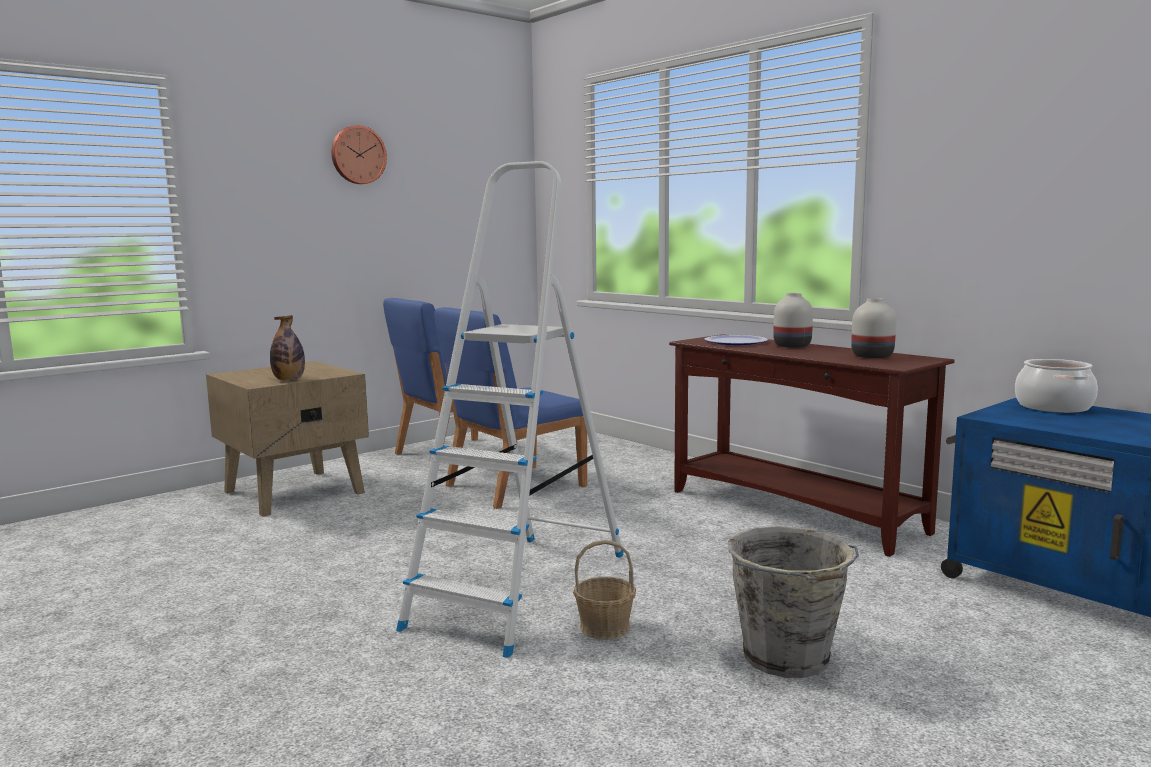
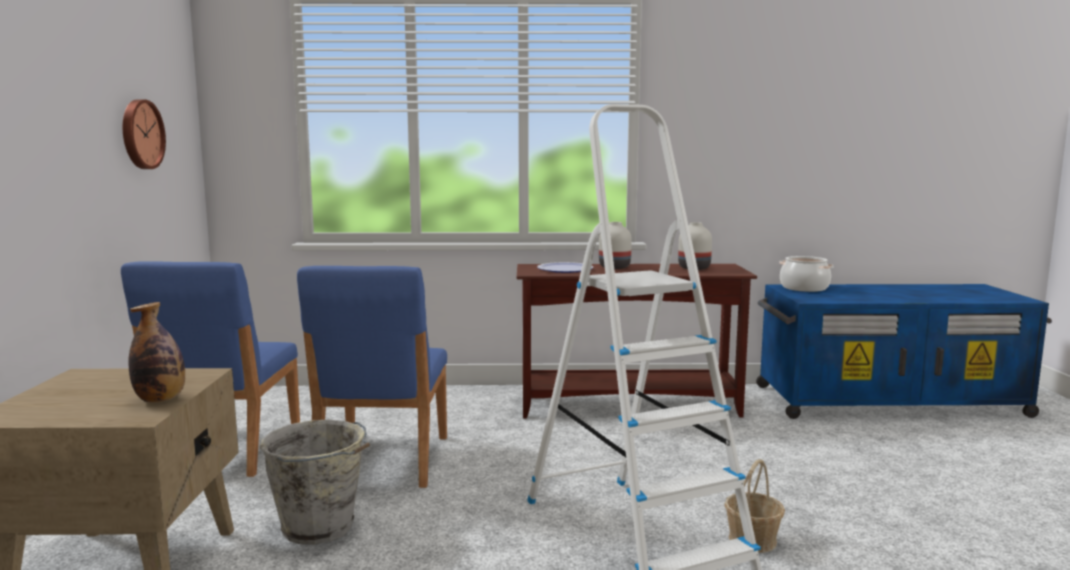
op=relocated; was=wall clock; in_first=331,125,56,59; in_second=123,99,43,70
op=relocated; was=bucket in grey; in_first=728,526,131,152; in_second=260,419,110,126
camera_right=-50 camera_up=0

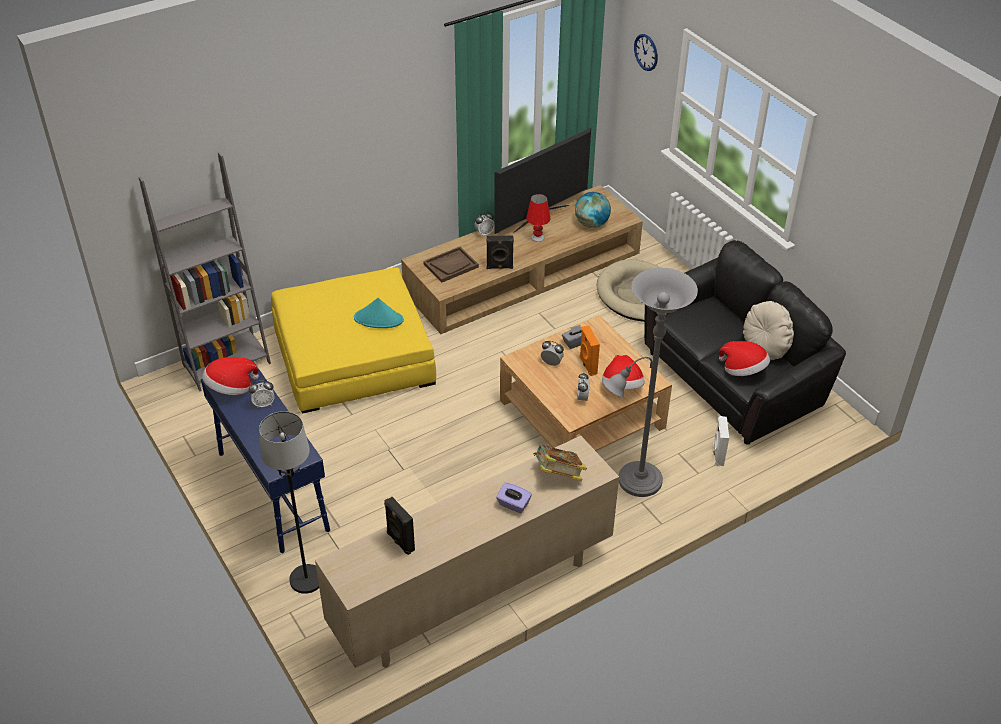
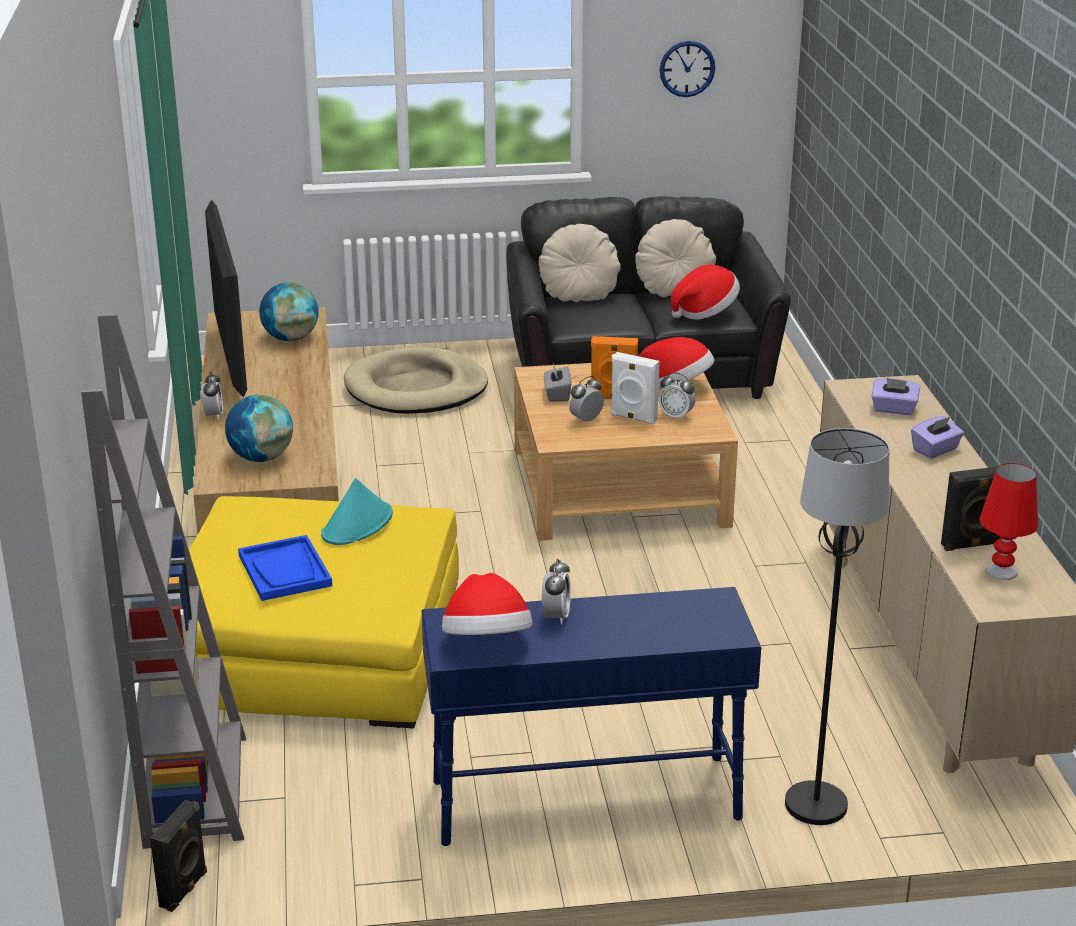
op=relocated; was=speaker in black; in_first=486,236,28,33; in_second=150,800,57,112
op=exchanged; was=tray in brown; now=globe; in_first=423,247,56,36; in_second=225,395,68,67
op=appeared; now=tray in blue; in_second=238,535,94,66
op=appeared; now=pillow in beige; in_second=539,224,82,78
op=relocated; was=speaker in white; in_first=713,416,16,50; in_second=610,352,50,73
op=relocated; was=wall clock; in_first=634,34,24,37; in_second=660,41,55,56
op=exchanged; was=book; now=tissue box in purple; in_first=533,445,54,36; in_second=872,378,48,37
op=relocated; was=table lamp in red; in_first=526,194,24,48; in_second=980,463,58,117
op=missing; was=floor lamp in grey; in_first=603,268,95,229
camera_right=-65 camera_up=-15

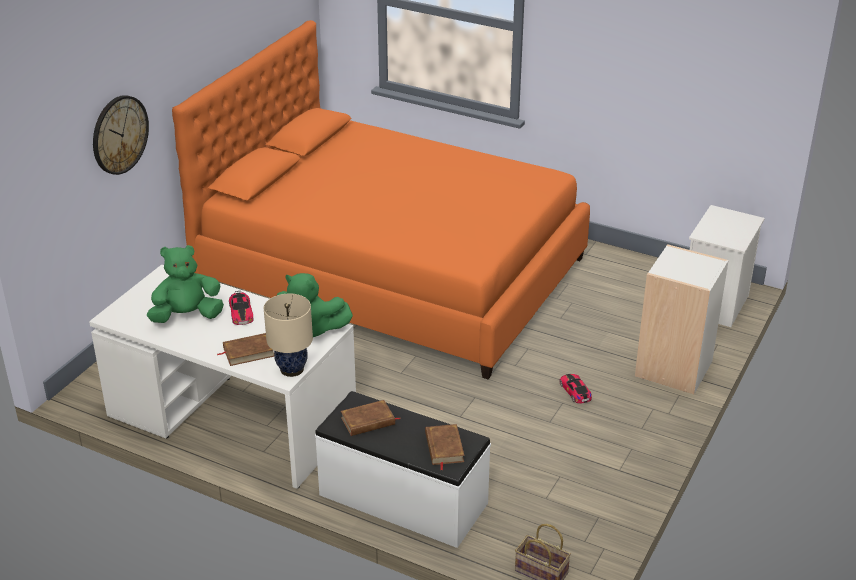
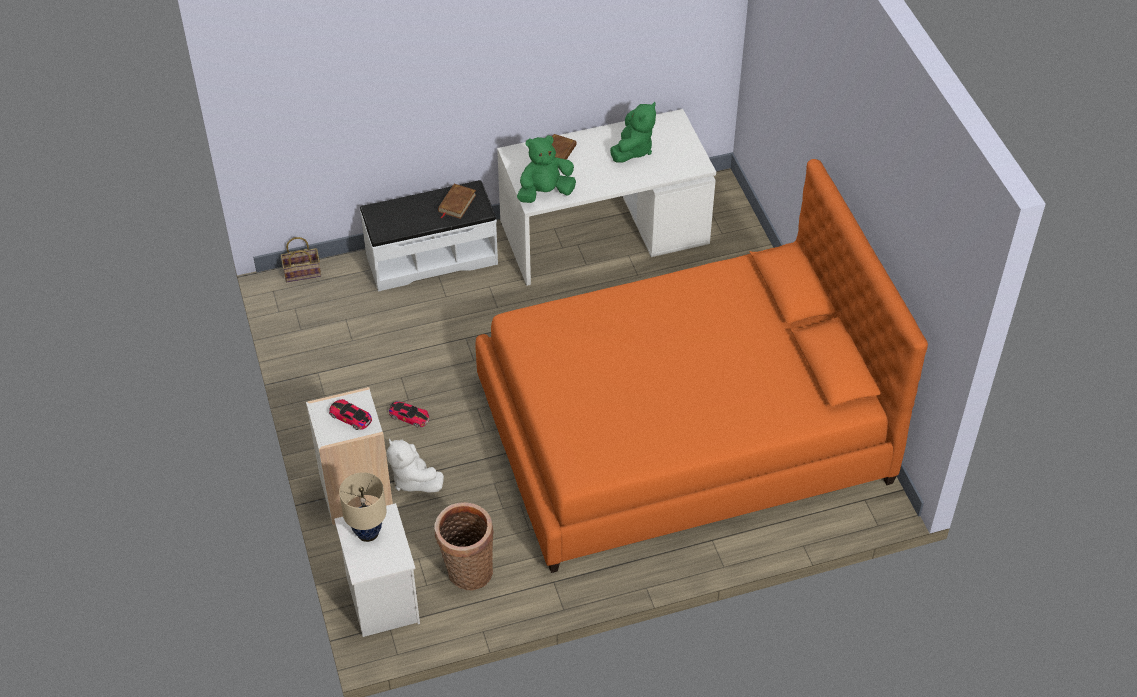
op=relocated; was=toy car; in_first=229,291,25,34; in_second=329,399,43,31
op=relocated; was=table lamp in beige; in_first=264,294,49,83; in_second=339,472,48,70
op=appeared; now=plush toy in white; in_second=387,438,57,55
op=appeared; now=basket; in_second=434,502,60,89
op=missing; was=wall clock; in_first=93,95,56,80
op=missing; was=book in brown; in_first=425,424,40,47
camera_right=135 camera_up=15

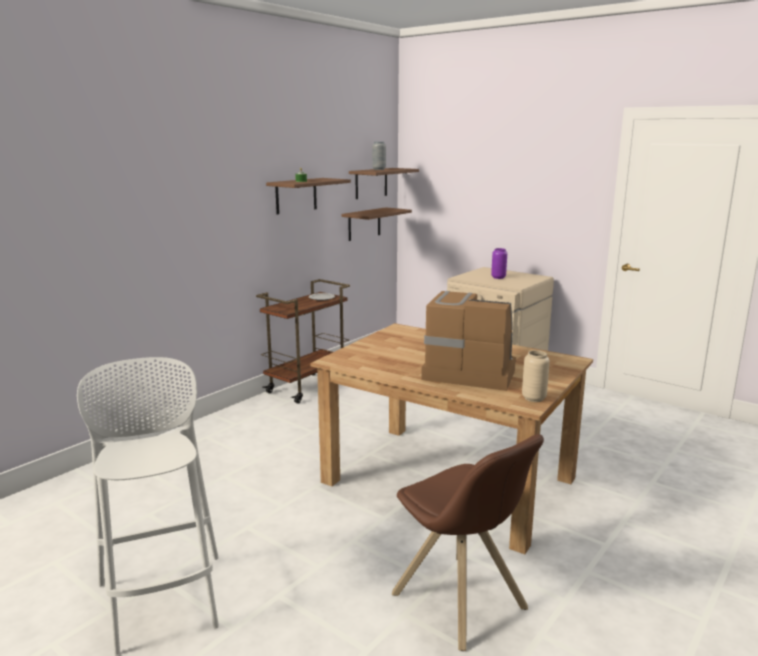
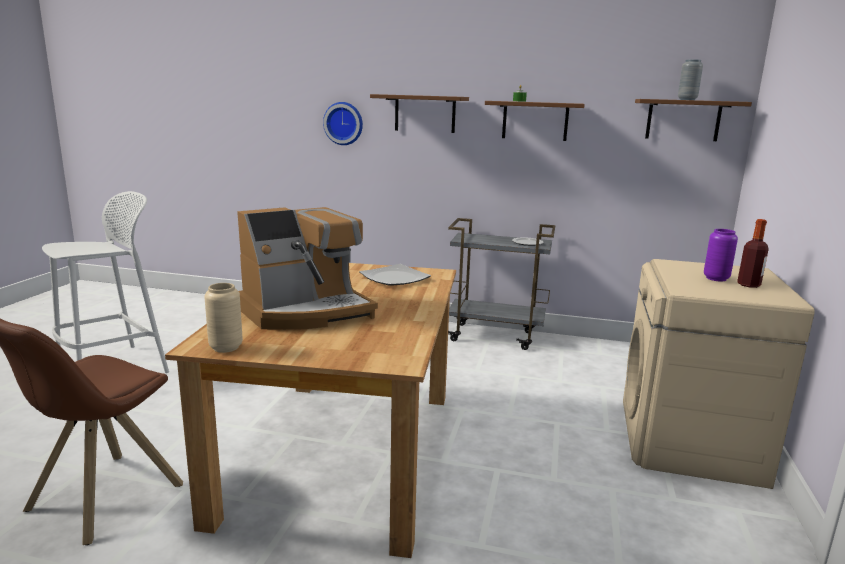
op=spun; was=coffee machine; in_first=421,291,95,100; in_second=237,207,141,123; clockwise=60
op=appeared; now=wall clock; in_second=323,102,40,43
op=appeared; now=plate; in_second=359,264,72,22
op=relocated; was=shelf in brown; in_first=342,207,70,34; in_second=370,94,99,39
op=colour; was=cart in brown; now=cart in grey; in_first=256,279,94,125; in_second=448,218,108,132
op=appeared; now=bottle; in_second=737,219,32,69
camera_right=65 camera_up=0

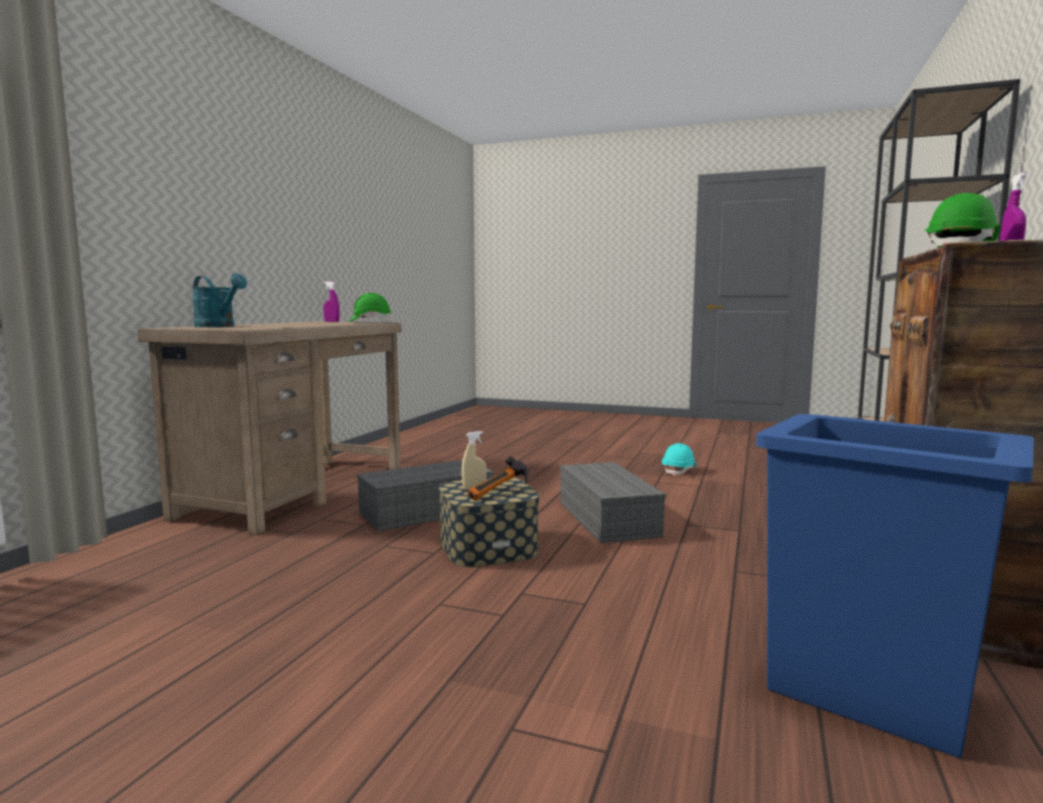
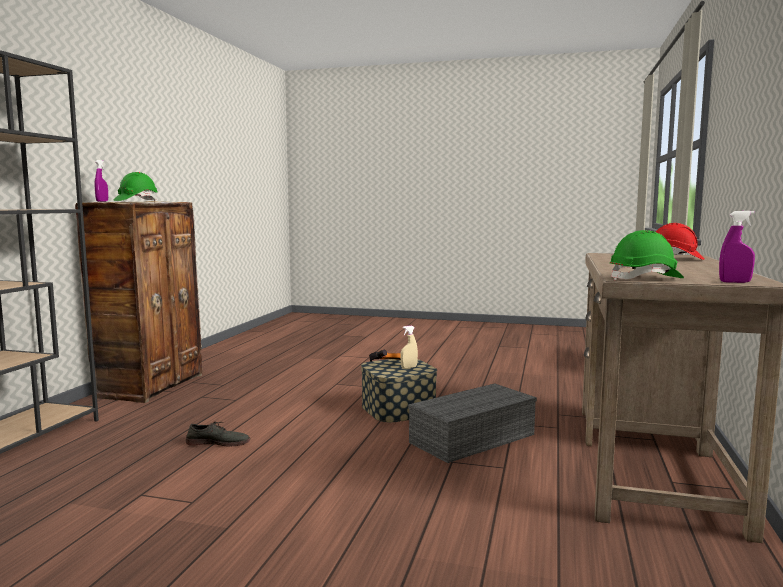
op=appeared; now=shoe in grey; in_second=185,421,65,25
op=exchanged; was=watering can in turquoise; now=hard hat in red; in_first=192,273,55,54; in_second=656,223,49,37
op=missing; was=storage box in grey; in_first=560,462,106,81
op=missing; was=hard hat in turquoise; in_first=662,443,34,33
op=missing; was=trash can in blue; in_first=756,414,278,344
camera_right=175 camera_up=0

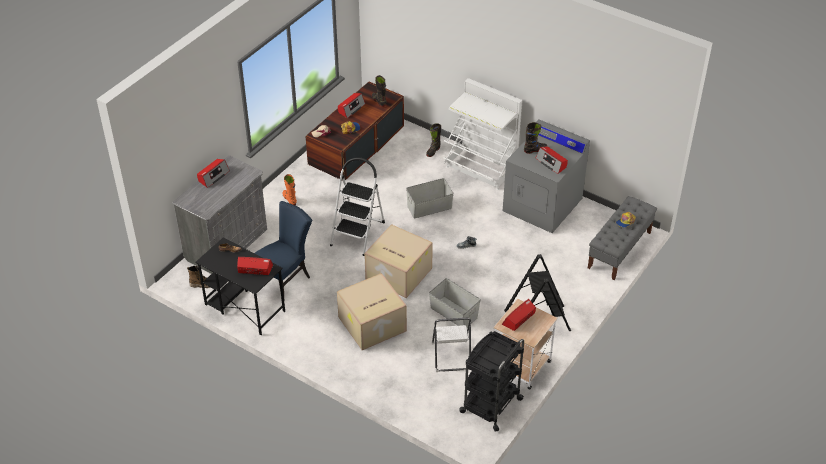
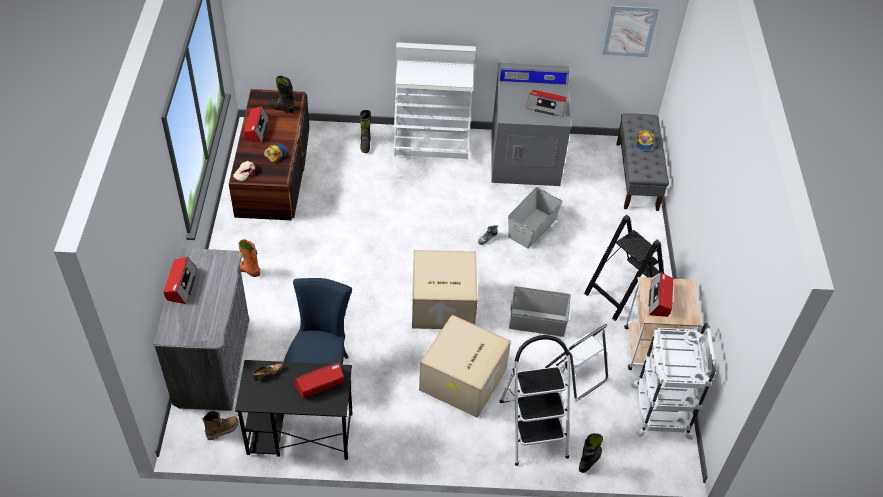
op=relocated; was=step ladder; in_first=330,157,55,99; in_second=500,335,71,131
op=relocated; was=storage box in grey; in_first=406,178,48,41; in_second=508,187,55,62
op=relocated; was=boot in black; in_first=524,122,23,32; in_second=579,433,24,40
op=appeared; now=picture; in_second=602,5,57,52
op=colour; was=cart in black; now=cart in white; in_first=460,331,64,101; in_second=631,323,85,117
camera_right=-35 camera_up=5

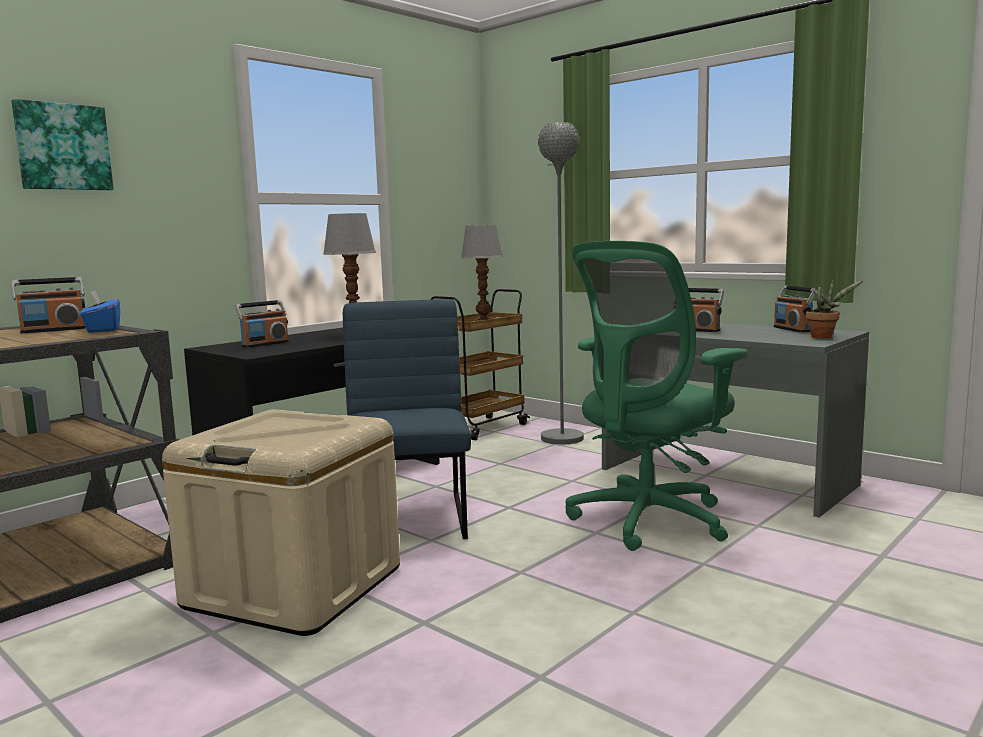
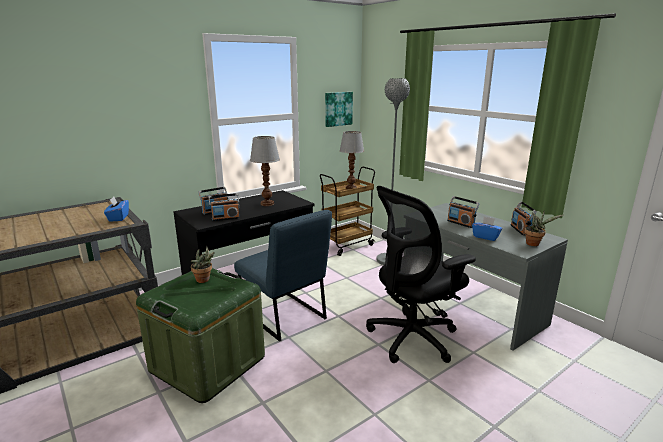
op=colour; was=storage box in beige; now=storage box in green; in_first=162,409,238,227; in_second=136,268,129,135
op=appeared; now=potted plant; in_second=191,246,24,37
op=relocated; was=radio; in_first=12,277,74,56; in_second=209,193,31,28
op=spun; was=chair in blue; in_first=343,299,128,240; in_second=234,210,98,131; clockwise=135
op=relocated; was=picture; in_first=12,99,102,91; in_second=325,92,28,35
op=colour; was=office chair in green; now=office chair in black; in_first=566,241,181,310; in_second=366,186,110,177
op=appeared; now=tissue box in blue; in_second=472,216,30,25
camera_right=10 camera_up=10

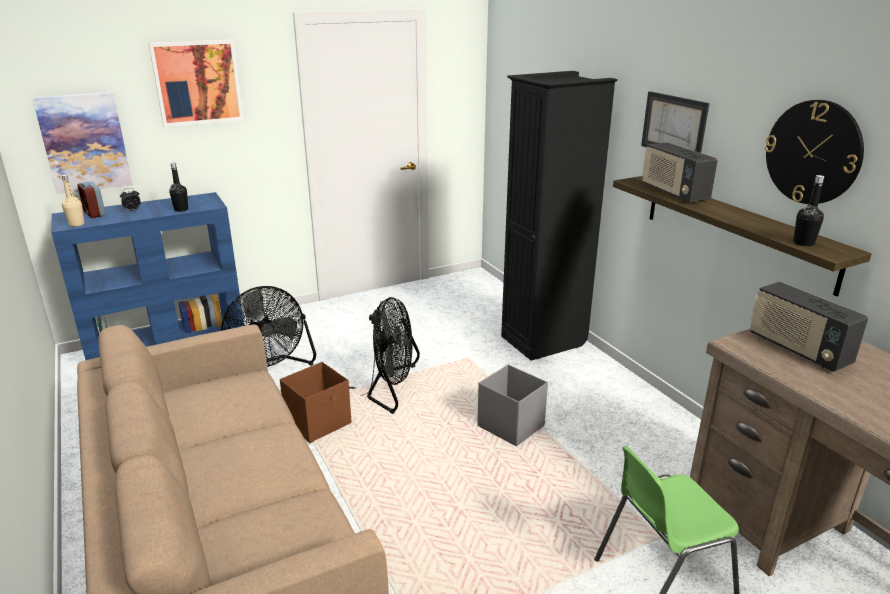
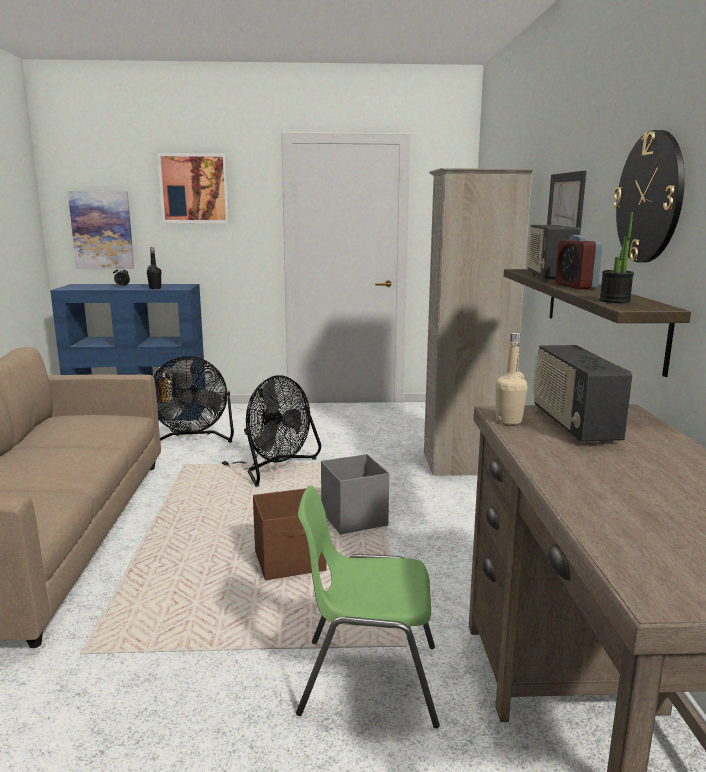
op=relocated; was=storage box in brown; in_first=280,362,72,81; in_second=253,488,73,92
op=colour; was=cabinet in black; now=cabinet in beige; in_first=501,71,117,289; in_second=424,168,109,308
op=relocated; was=bottle in beige; in_first=62,175,22,52; in_second=495,332,33,93
op=relocated; was=alarm clock; in_first=77,182,29,36; in_second=555,235,48,54
op=exchanged; was=bottle in black; now=potted plant; in_first=793,175,31,71; in_second=599,212,35,91
camera_right=25 camera_up=-10

